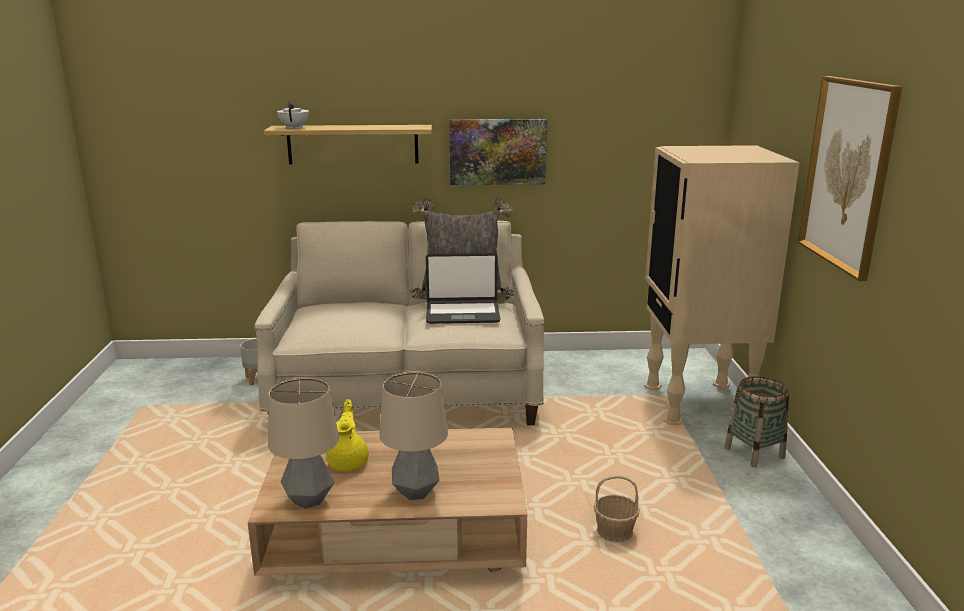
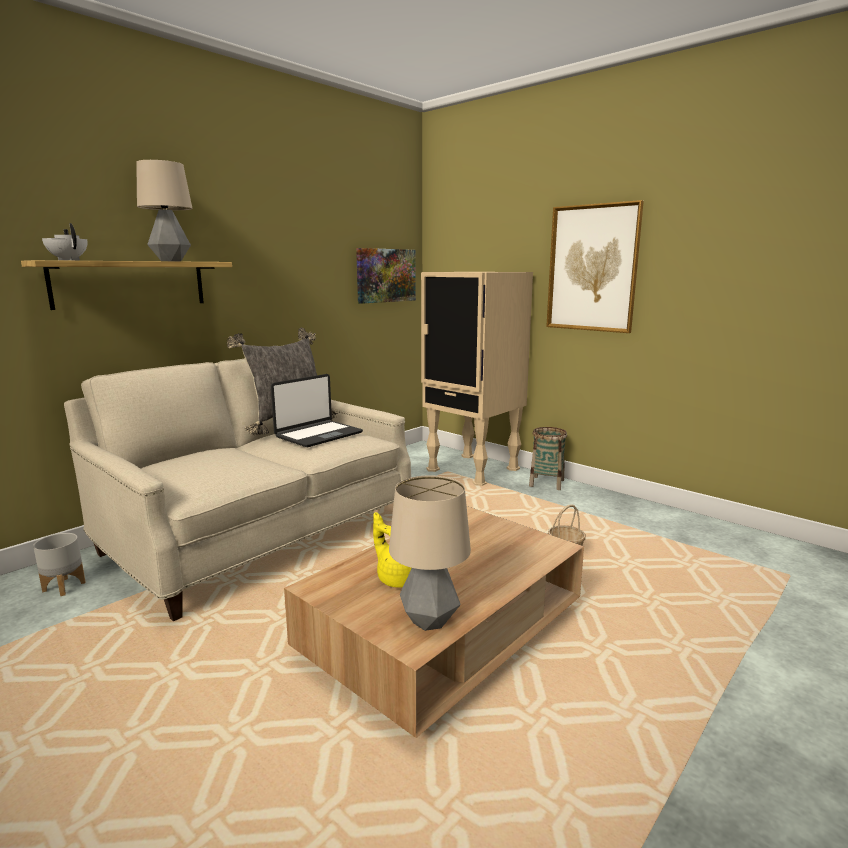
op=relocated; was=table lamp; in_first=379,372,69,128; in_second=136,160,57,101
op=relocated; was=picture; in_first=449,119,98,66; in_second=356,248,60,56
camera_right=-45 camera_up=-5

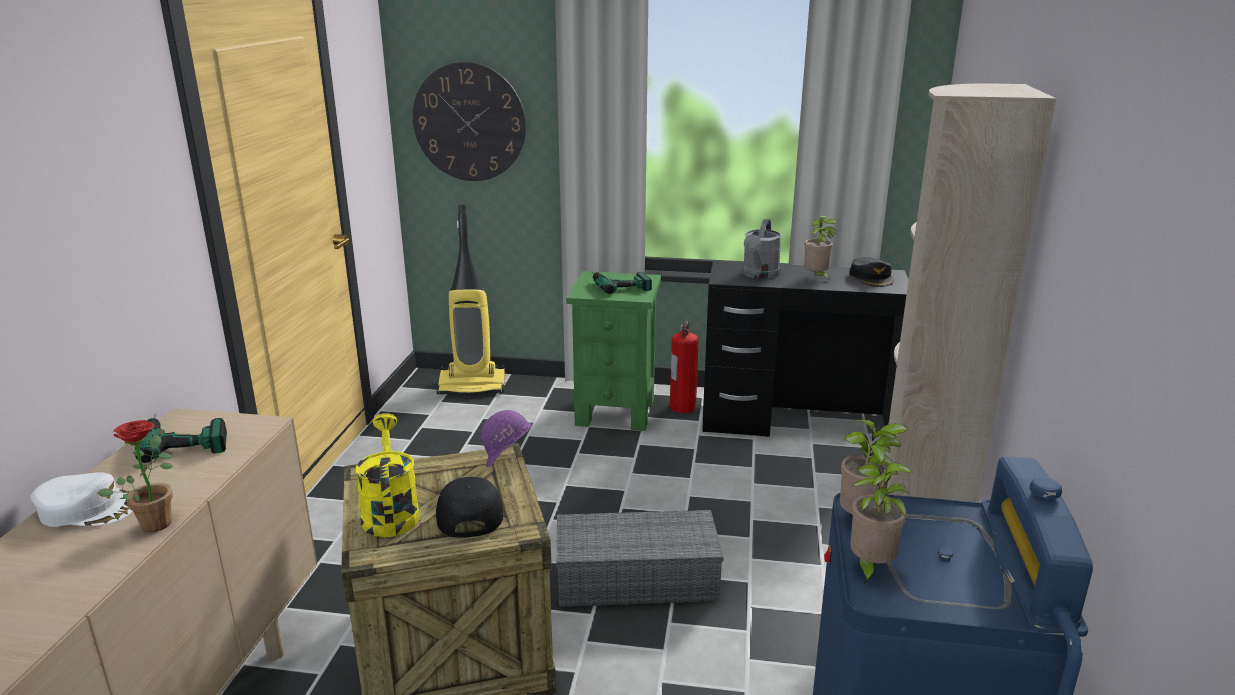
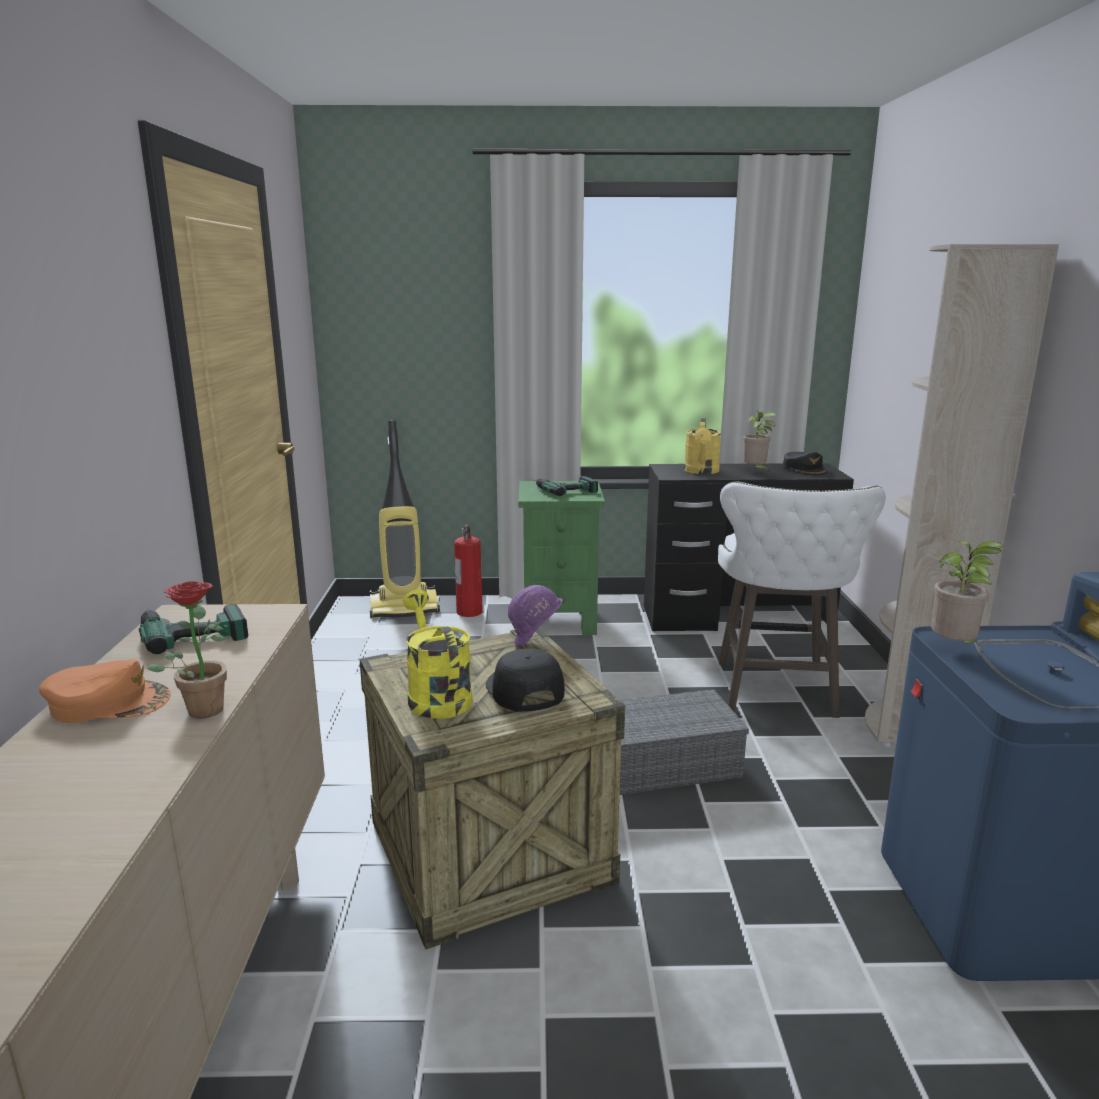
op=colour; was=cap in white; now=cap in orange; in_first=30,472,103,55; in_second=39,659,132,64
op=relocated; was=fire extinguisher; in_first=670,320,29,93; in_second=454,525,29,92
op=colour; was=watering can in grey; now=watering can in yellow; in_first=743,219,38,60; in_second=684,418,37,56
op=appeared; now=stool in white; in_second=718,482,168,236
op=missing; was=wall clock; in_first=413,62,113,119
op=missing; was=potted plant; in_first=850,462,62,122
camera_right=-10 camera_up=-5

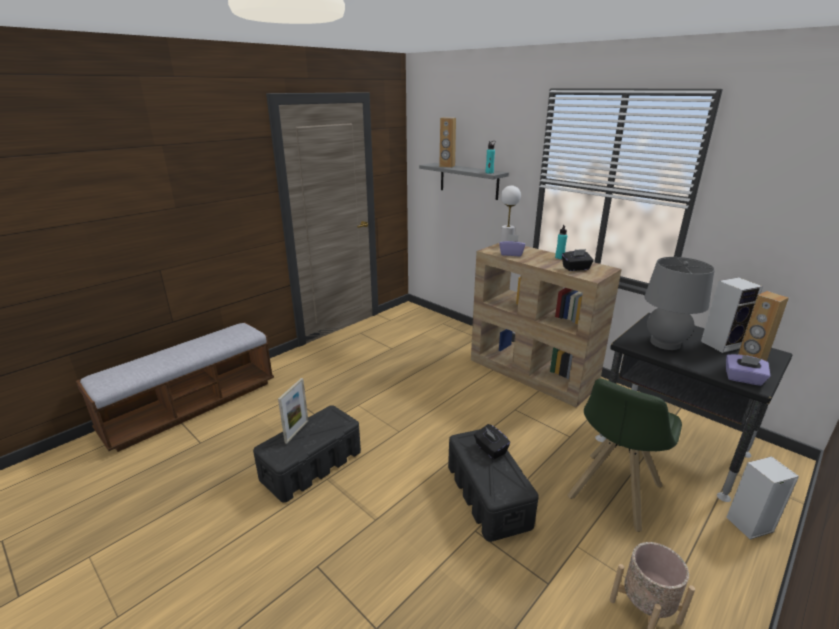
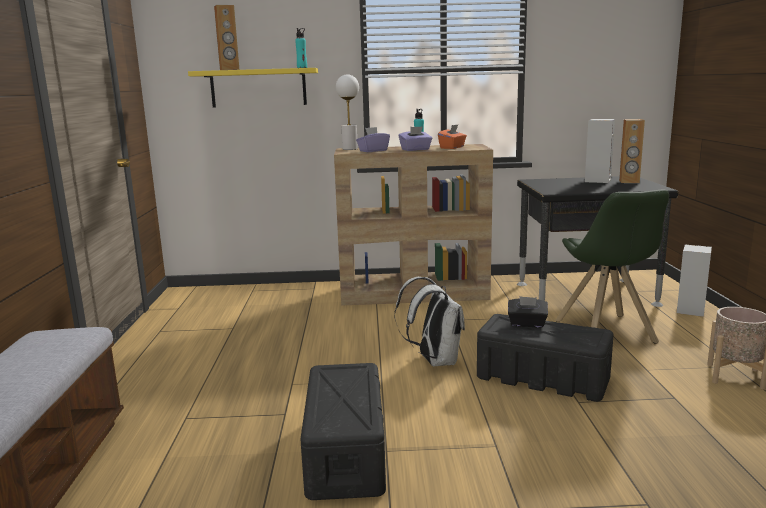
op=colour; was=shelf in grey; now=shelf in yellow; in_first=419,163,90,37; in_second=188,68,130,40
op=appeared; now=backpack in white; in_second=395,277,70,89
op=relocated; was=tissue box in purple; in_first=726,354,45,32; in_second=399,126,33,25
op=colour; was=tissue box in black; now=tissue box in orange; in_first=562,249,32,22; in_second=438,124,29,25
op=missing; was=picture frame; in_first=278,378,30,66
op=missing; was=table lamp in grey; in_first=644,257,71,93
camera_right=-45 camera_up=-10

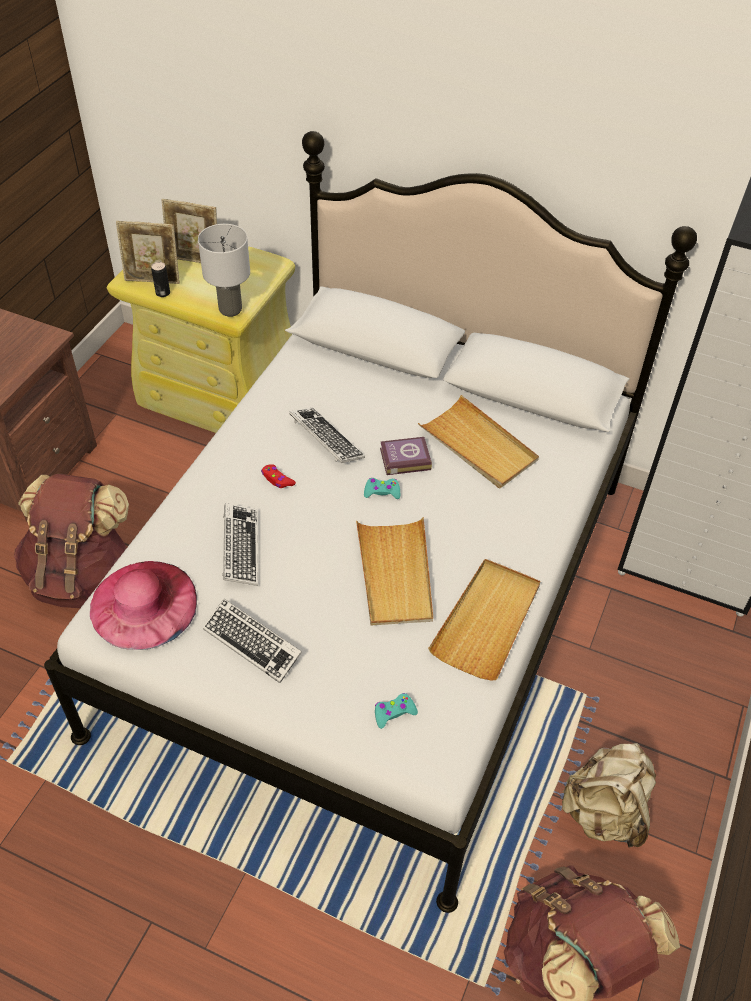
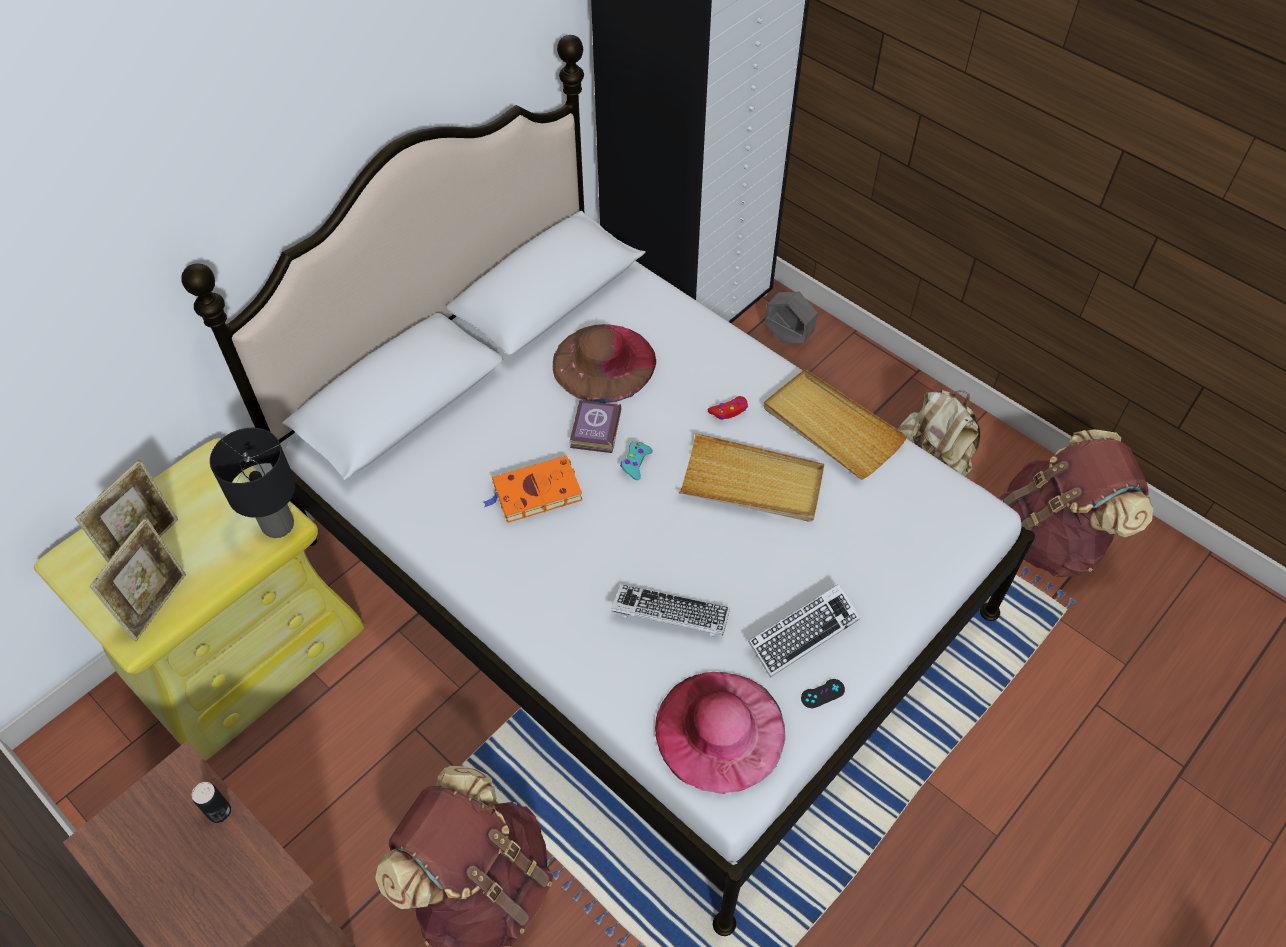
op=relocated; was=can; in_first=151,262,19,35; in_second=192,782,39,41
op=colour; was=table lamp in white; now=table lamp in black; in_first=198,224,52,93; in_second=210,428,86,110
op=exchanged; was=keyboard; now=book in orange; in_first=289,407,76,56; in_second=483,455,99,68
op=exchanged; was=tray in beige; now=hat in brown; in_first=418,395,121,93; in_second=553,324,103,79
op=relocated; was=game controller in red; in_first=261,464,35,24; in_second=707,396,41,24
op=appeared; now=planter in grey; in_second=765,292,53,51
op=appeared; now=game controller in black; in_second=801,679,44,29
op=missing; was=game controller in turquoise; in_first=375,693,43,36
camera_right=-70 camera_up=5

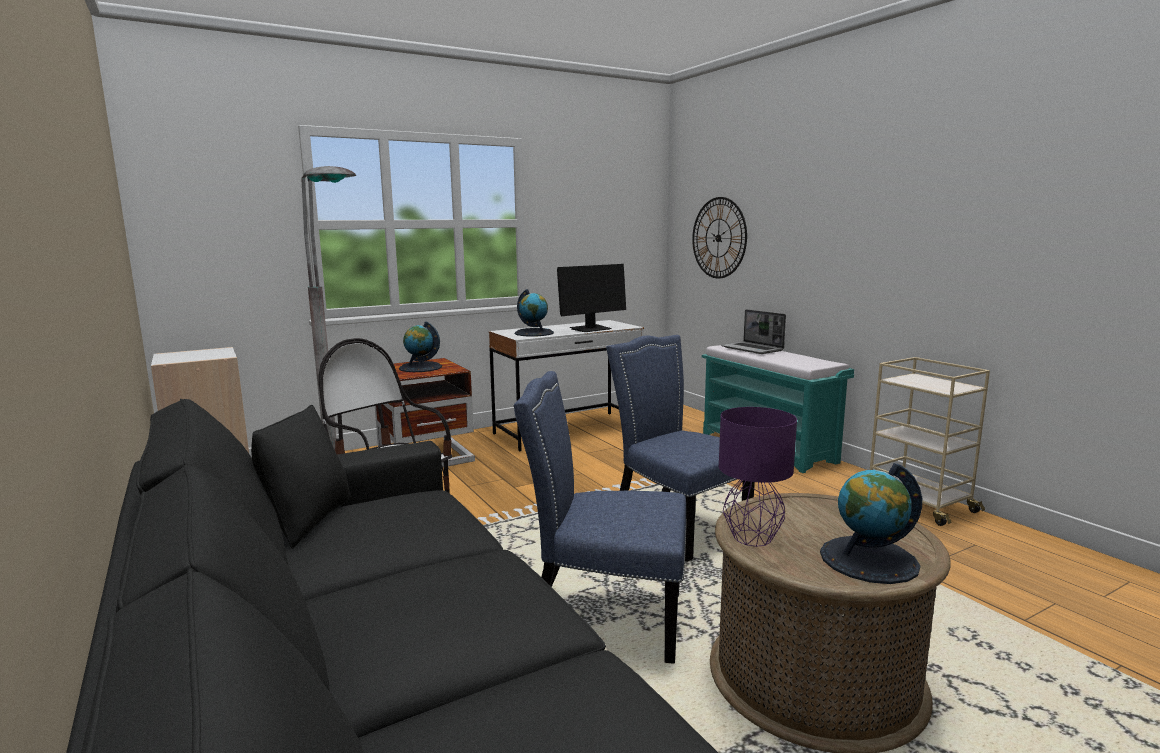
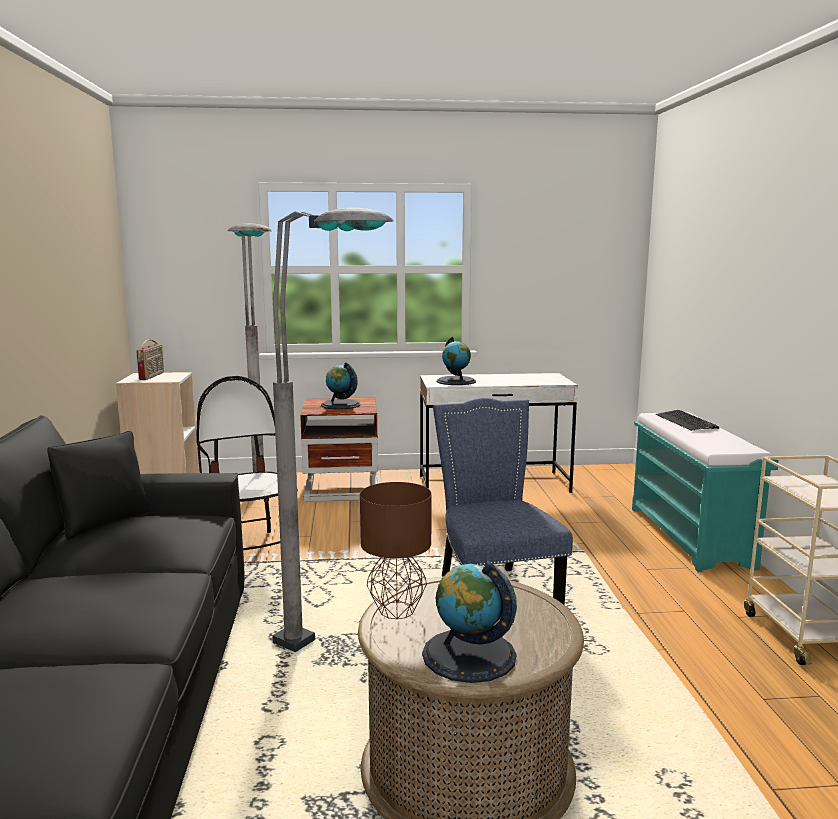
op=appeared; now=radio; in_second=137,340,27,40
op=exchanged; was=chair in blue; now=floor lamp in grey; in_first=514,371,173,293; in_second=273,208,120,444
op=colour; was=table lamp in purple; now=table lamp in brown; in_first=719,407,78,140; in_second=360,482,72,137
op=exchanged; was=laptop; now=keyboard; in_first=721,309,65,45; in_second=656,410,63,21
op=missing; was=monitor; in_first=557,264,69,68
op=missing; was=wall clock; in_first=692,197,55,82
camera_right=25 camera_up=0

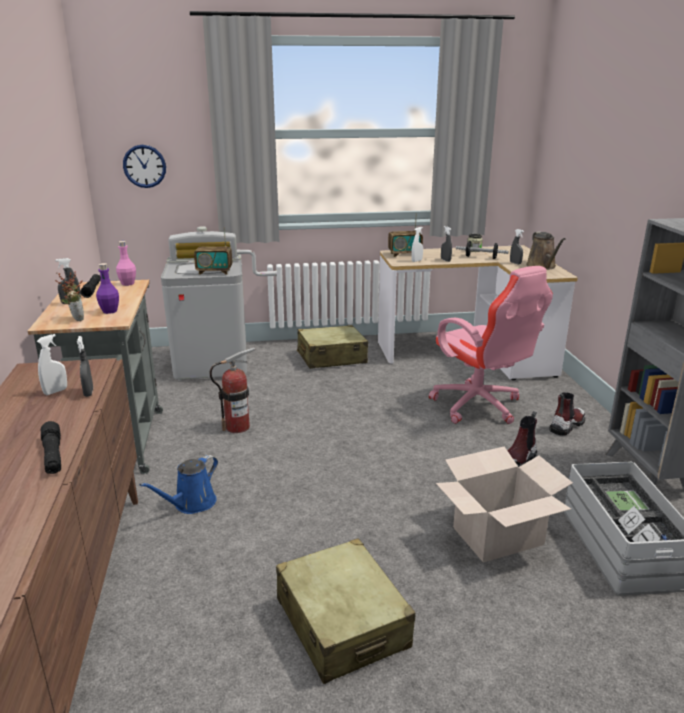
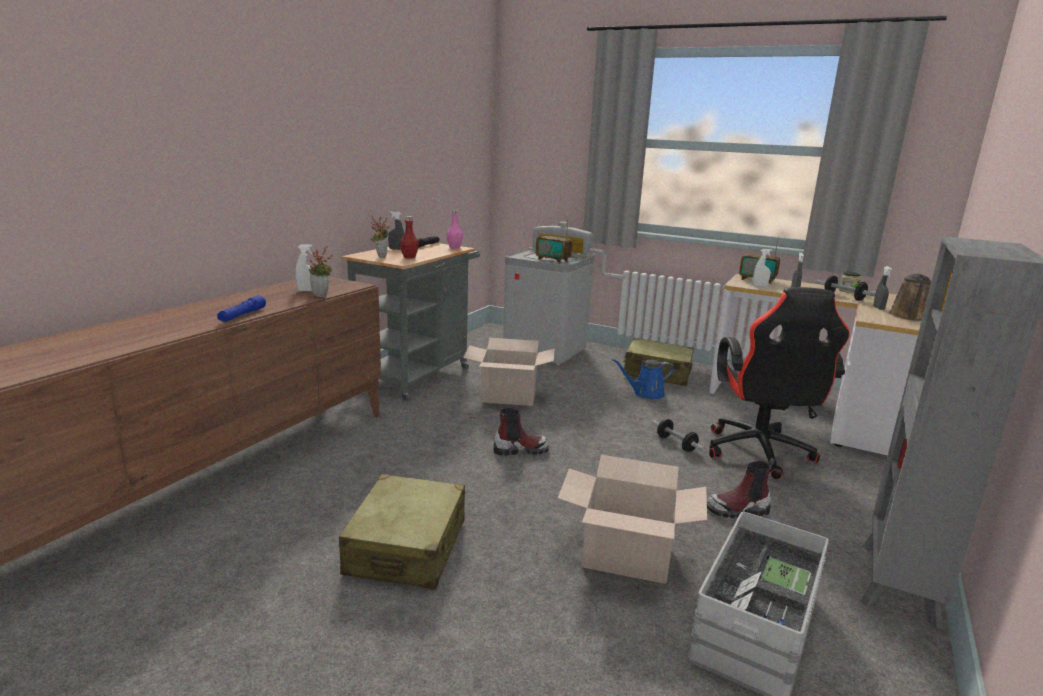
op=colour; was=flashlight in black; now=flashlight in blue; in_first=41,421,20,53; in_second=217,295,49,27
op=exchanged; was=spray bottle in grey; now=potted plant; in_first=77,336,16,61; in_second=309,246,24,51
op=colour; was=bottle in purple; now=bottle in red; in_first=96,263,23,51; in_second=400,216,19,43
op=exchanged; was=fire extinguisher; now=cardboard box; in_first=209,347,46,86; in_second=463,338,92,68
op=relocated; was=boot; in_first=549,392,36,44; in_second=493,405,56,51
op=relocated; was=watering can in blue; in_first=140,455,78,59; in_second=612,359,62,40
op=appeared; now=dumbbell; in_second=653,419,52,33
op=colour; was=office chair in pink; now=office chair in black; in_first=429,266,124,158; in_second=709,287,141,192
op=missing; was=wall clock; in_first=123,145,43,43
camera_right=35 camera_up=-5

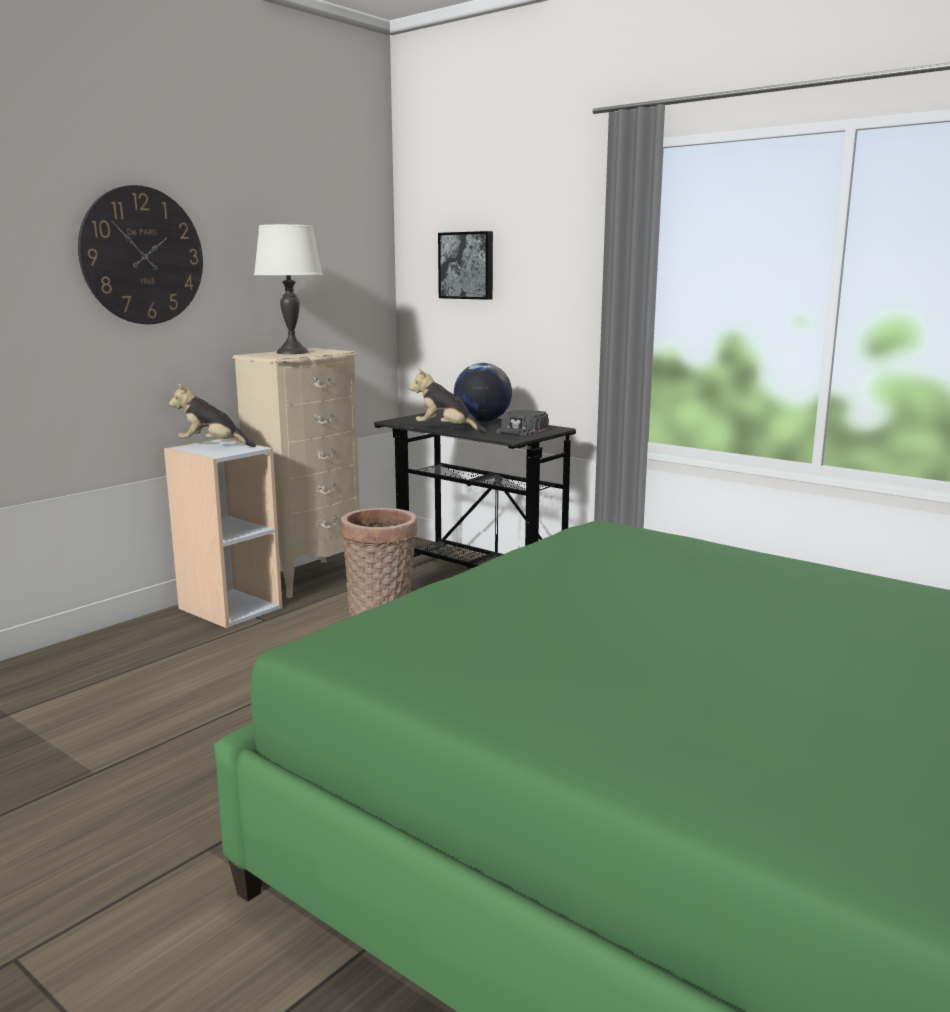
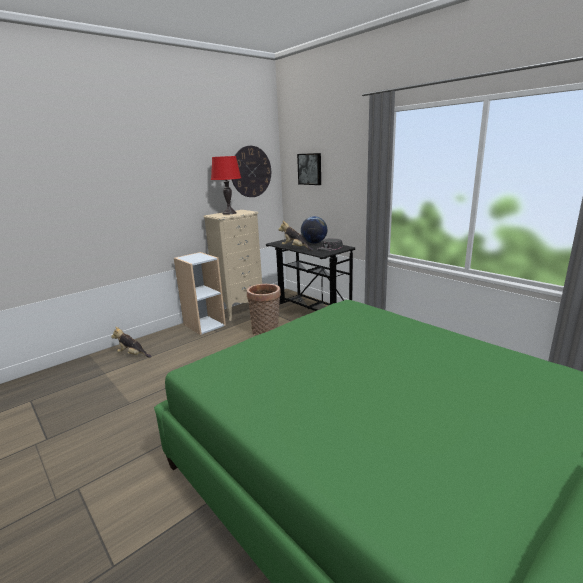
op=relocated; was=plush toy; in_first=169,383,87,64; in_second=111,327,41,31
op=colour; was=table lamp in white; now=table lamp in red; in_first=254,224,69,130; in_second=211,156,30,59
op=relocated; was=wall clock; in_first=78,185,125,139; in_second=232,146,39,51
camera_right=10 camera_up=5

